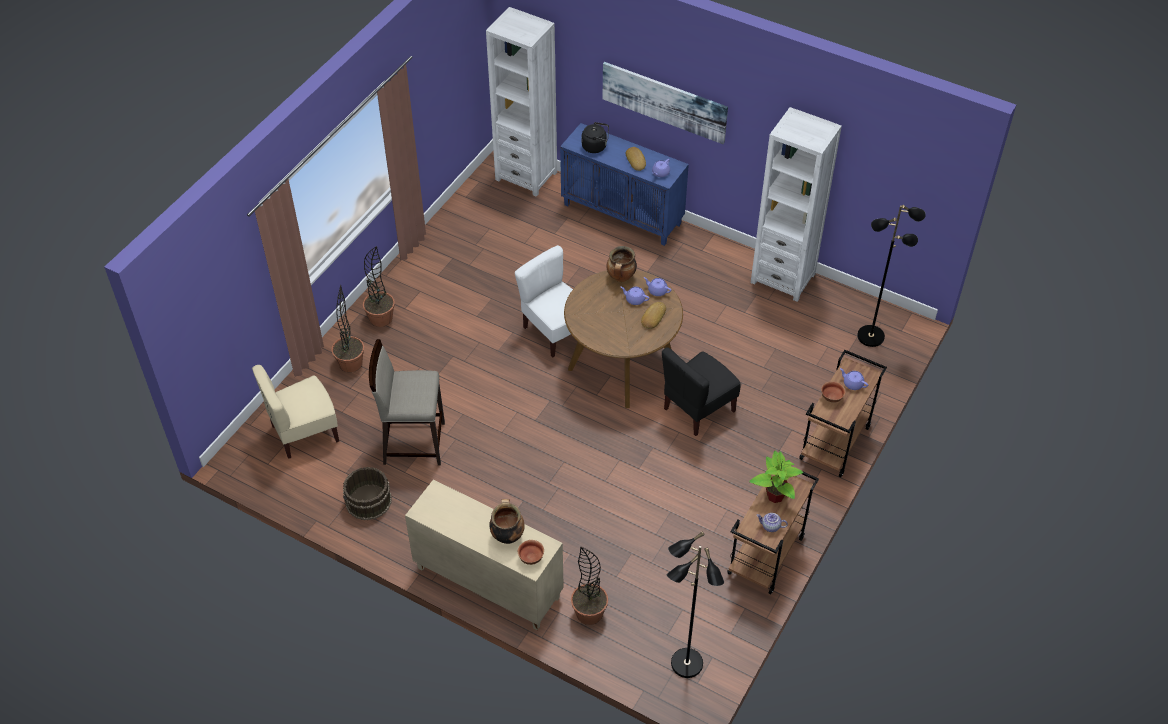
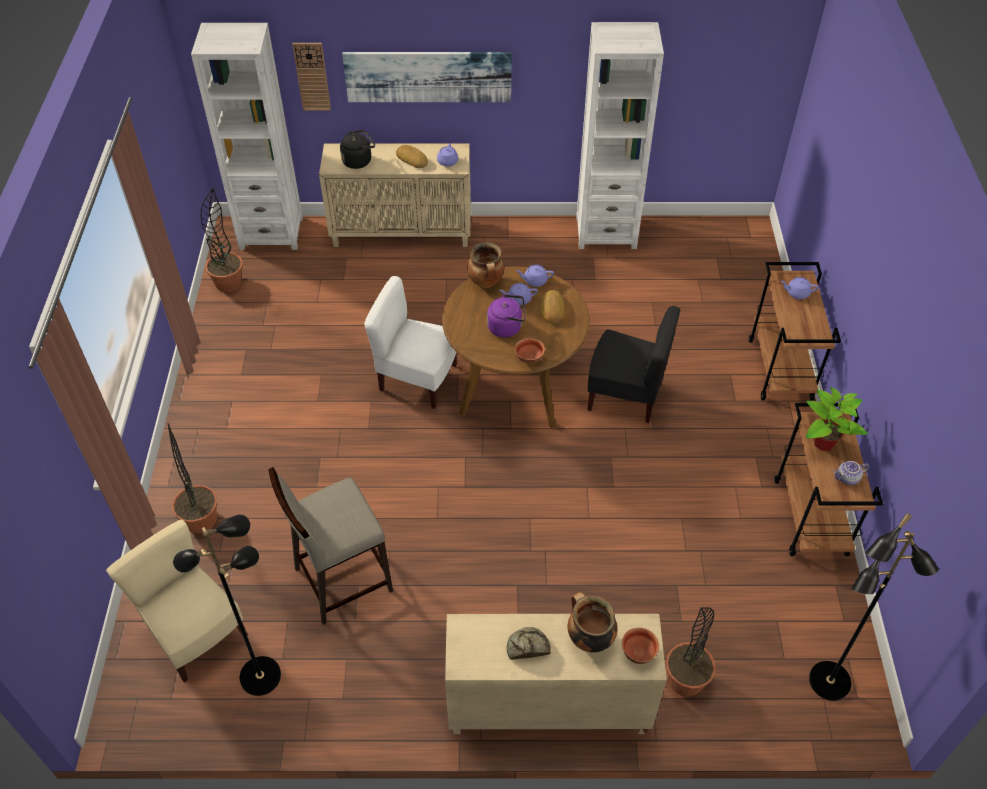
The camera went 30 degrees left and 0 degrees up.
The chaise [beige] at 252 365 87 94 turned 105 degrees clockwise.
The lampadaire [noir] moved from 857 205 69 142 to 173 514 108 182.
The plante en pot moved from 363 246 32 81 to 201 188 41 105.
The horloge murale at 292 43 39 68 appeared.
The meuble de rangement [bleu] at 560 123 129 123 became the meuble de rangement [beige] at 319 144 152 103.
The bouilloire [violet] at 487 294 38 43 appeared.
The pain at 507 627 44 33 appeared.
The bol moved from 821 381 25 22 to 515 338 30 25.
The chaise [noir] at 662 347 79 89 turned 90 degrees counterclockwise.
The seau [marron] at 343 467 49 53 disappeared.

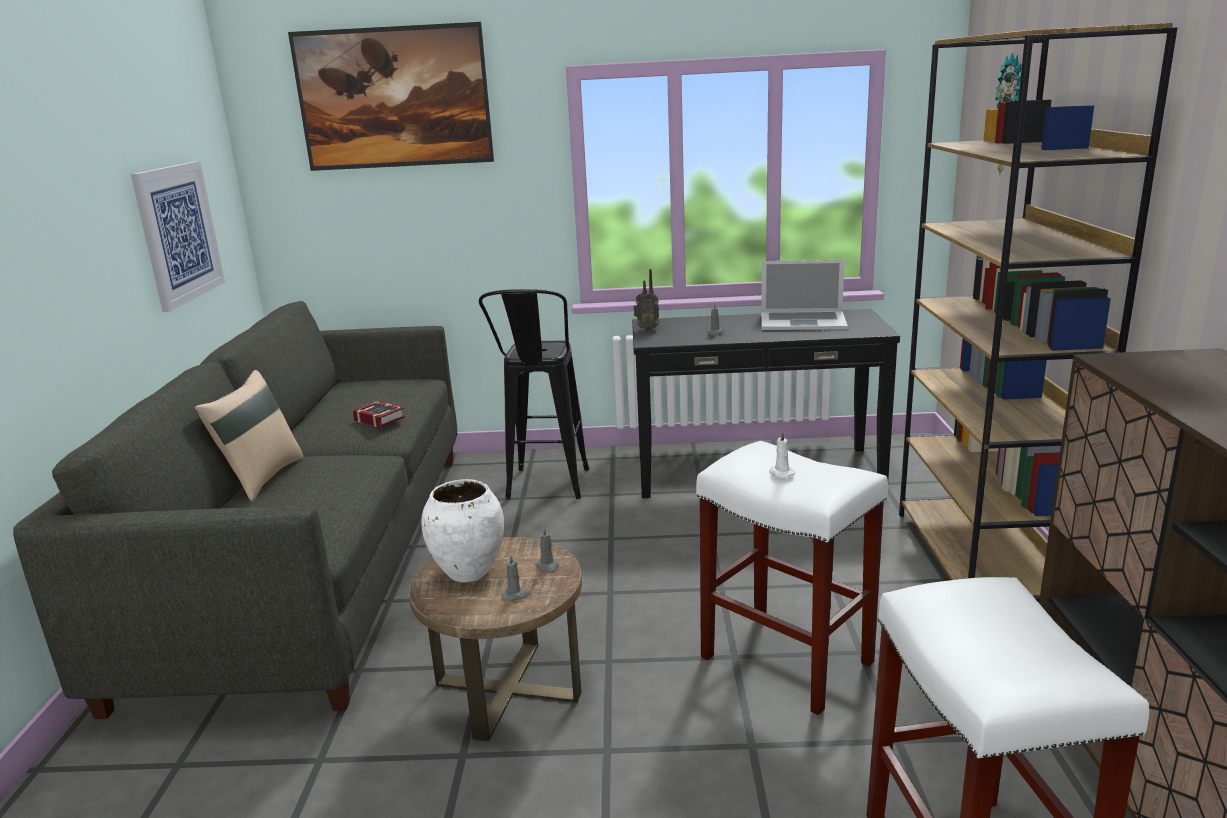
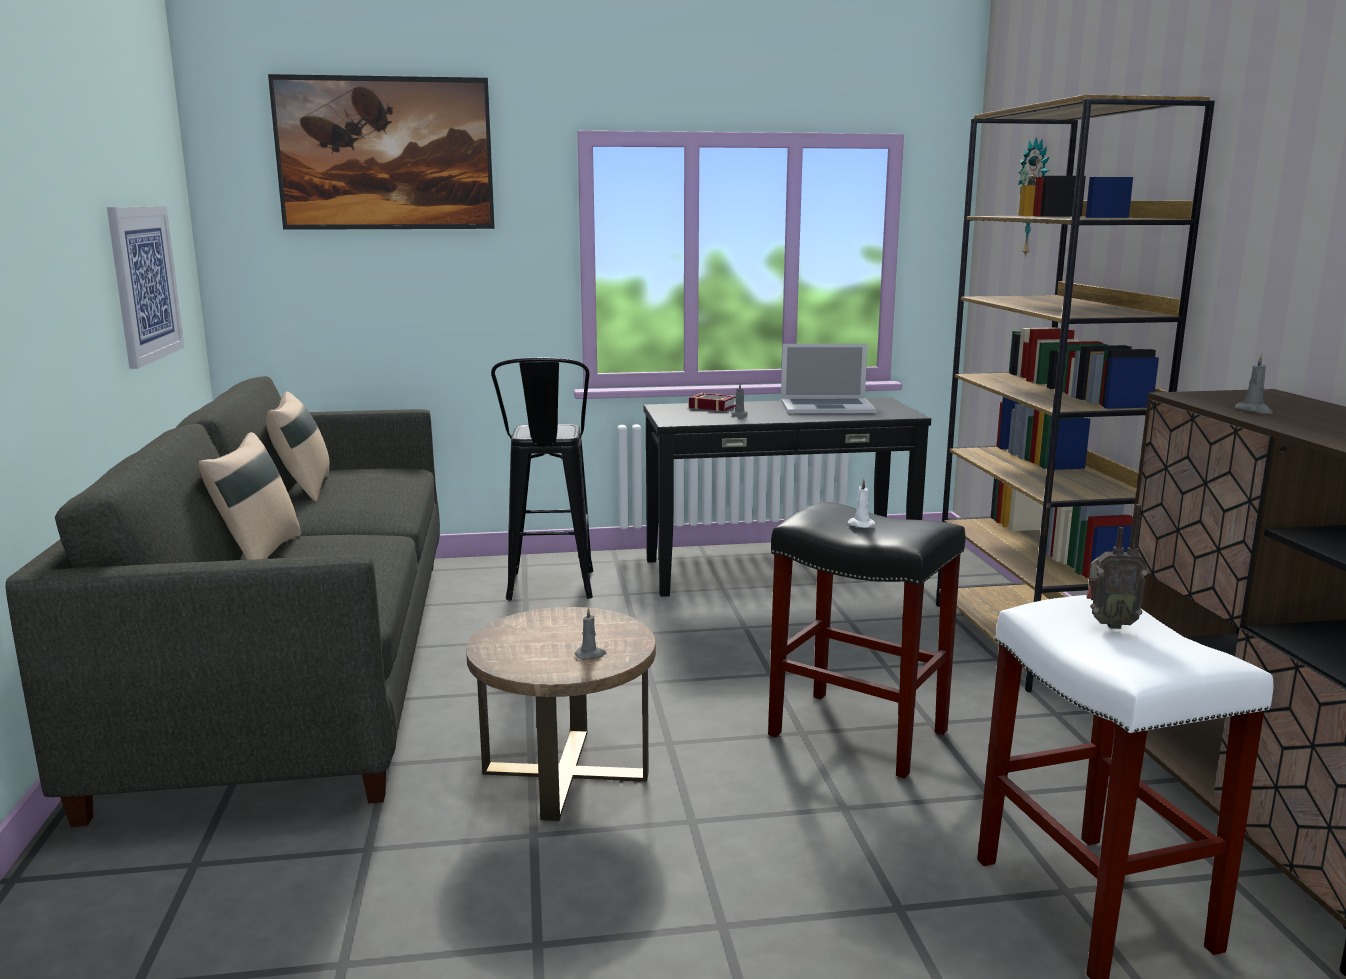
The camera went 10 degrees left and 5 degrees down.
The coussin [beige] at 266 391 63 111 appeared.
The livre moved from 353 401 52 26 to 689 393 47 18.
The tabouret [blanc] at 696 441 192 274 became the tabouret [noir] at 768 502 198 277.
The radio moved from 633 269 26 61 to 1087 504 61 125.
The bougie [gris] moved from 535 527 24 46 to 1235 354 38 60.
The vase [blanc] at 421 479 83 103 disappeared.

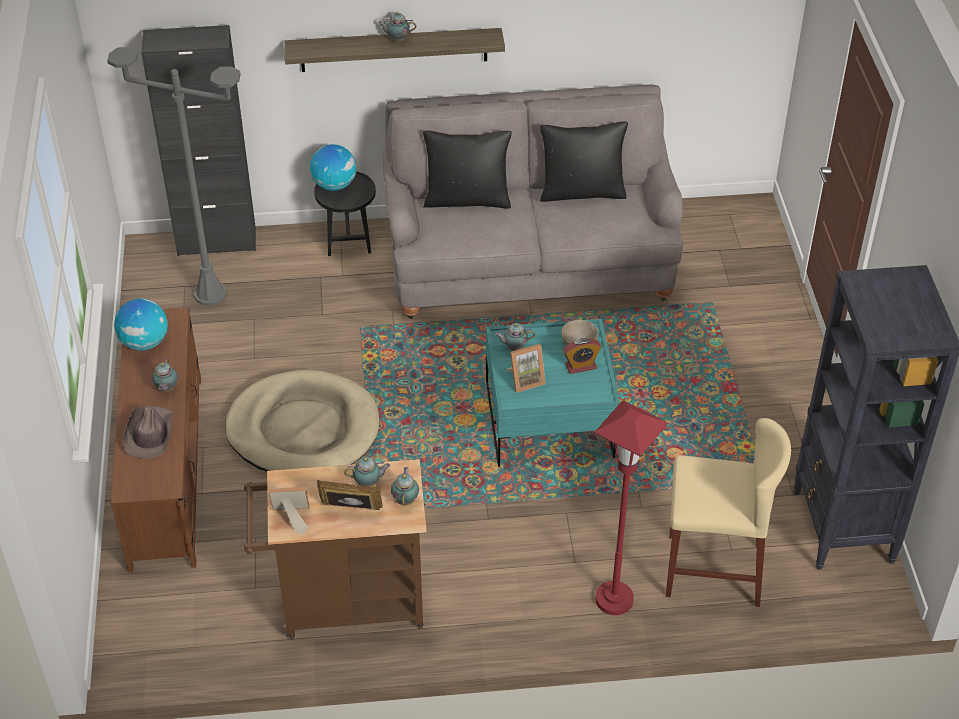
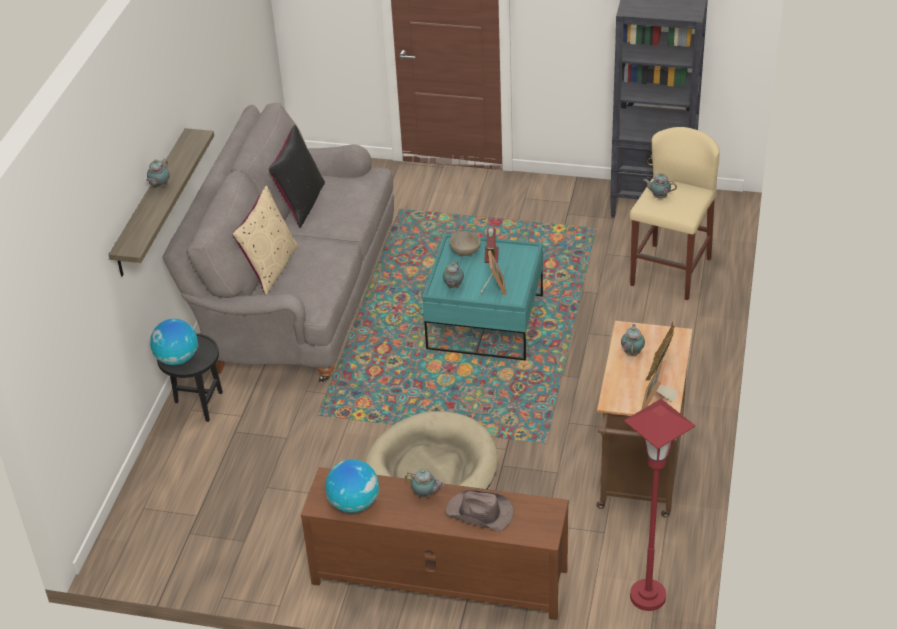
The camera went 70 degrees left and 5 degrees down.
The coussin [noir] at 423 130 89 78 became the coussin [beige] at 233 186 65 109.
The lampadaire [rouge] moved from 594 400 74 215 to 624 399 71 212.
The théière moved from 391 467 28 39 to 643 173 34 25.
The lampadaire [gris] at 107 47 134 259 disappeared.
The meuble de rangement [noir] at 141 25 115 231 disappeared.

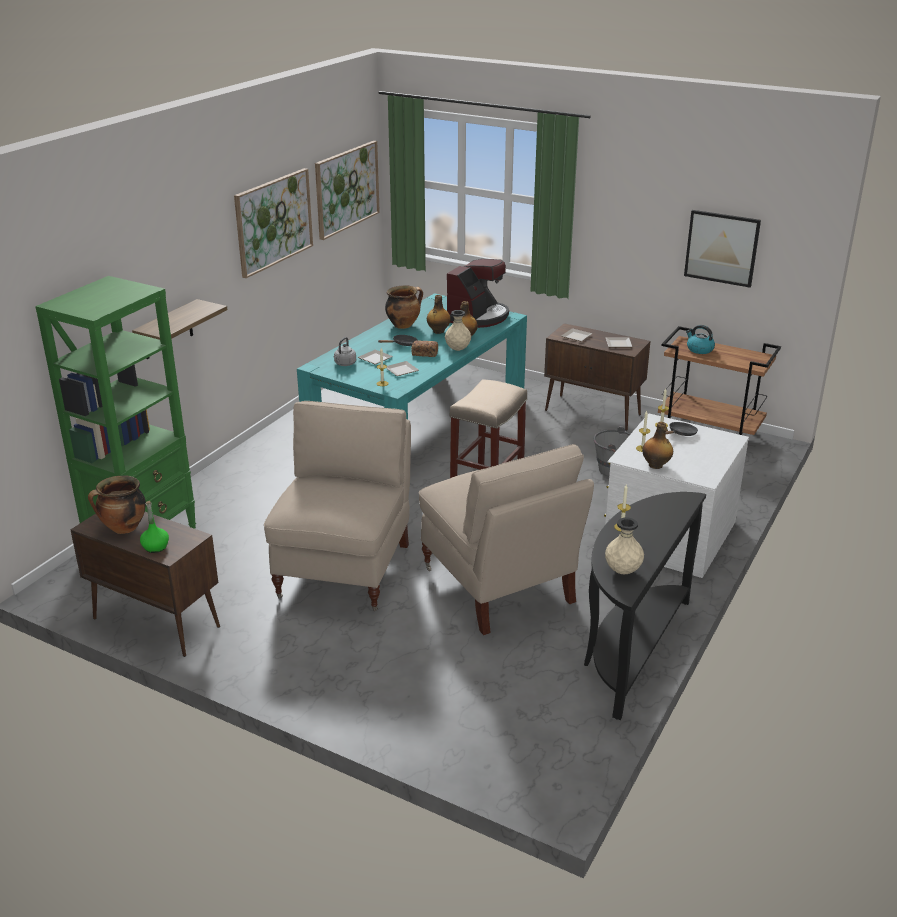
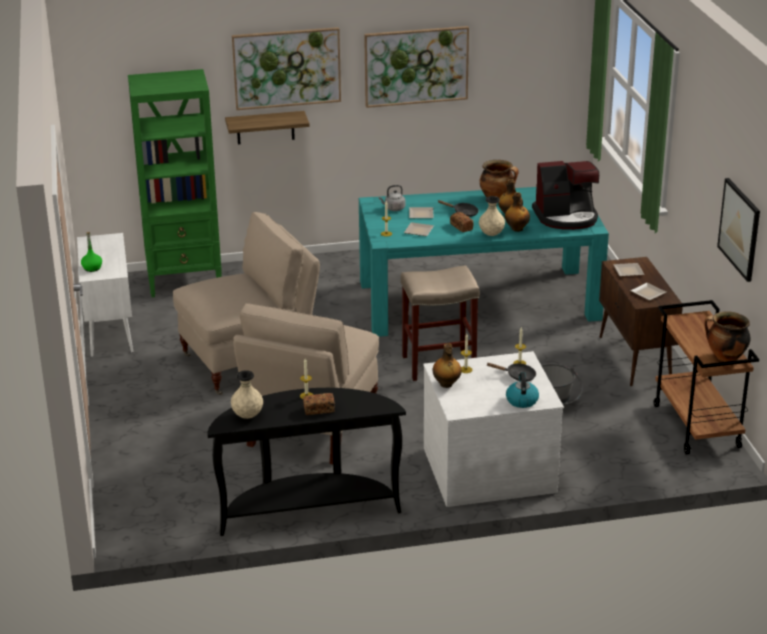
The camera went 50 degrees right and 0 degrees up.
The meuble de rangement [marron] at 71 512 149 145 became the meuble de rangement [blanc] at 77 233 57 124.
The tableau moved from 315 141 65 99 to 232 27 109 83.
The pain at 303 393 32 22 appeared.
The bouilloire moved from 686 325 29 29 to 506 372 33 36.
The marmite moved from 88 476 58 58 to 704 311 47 51.

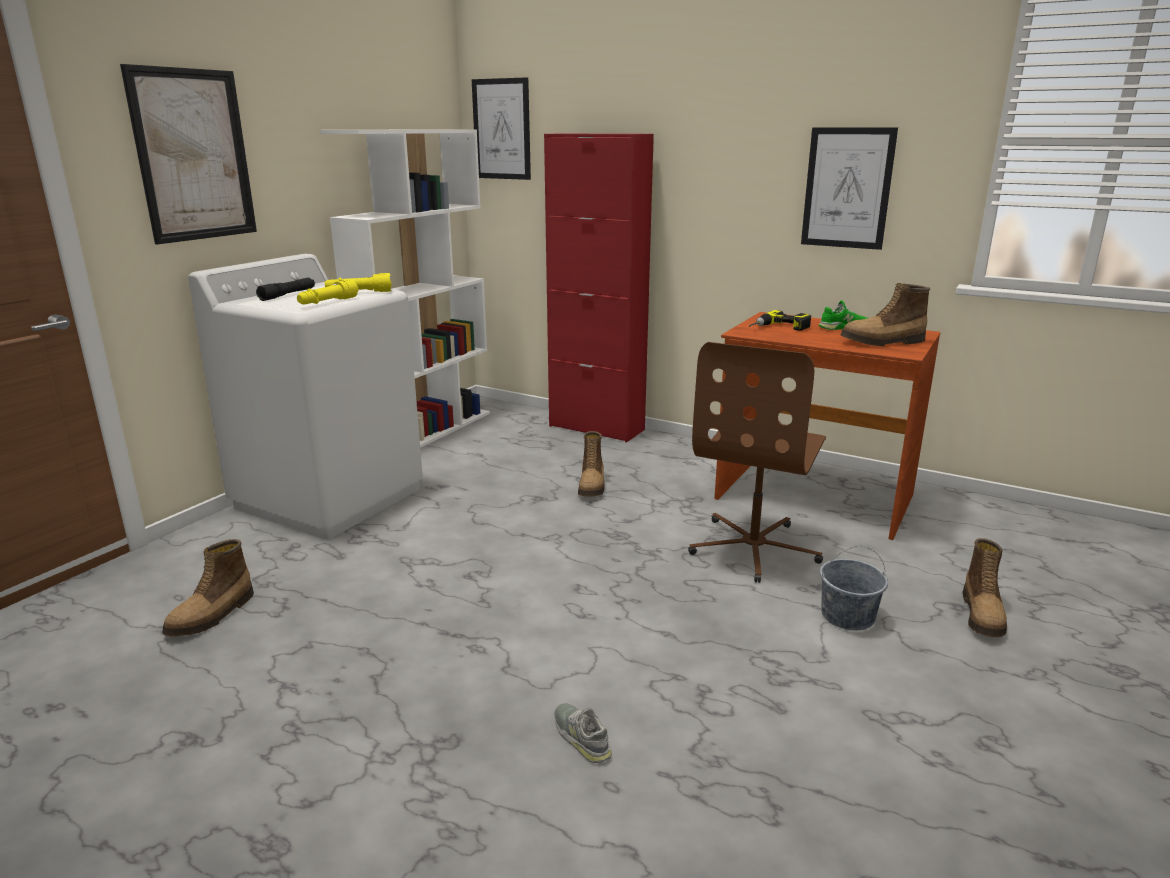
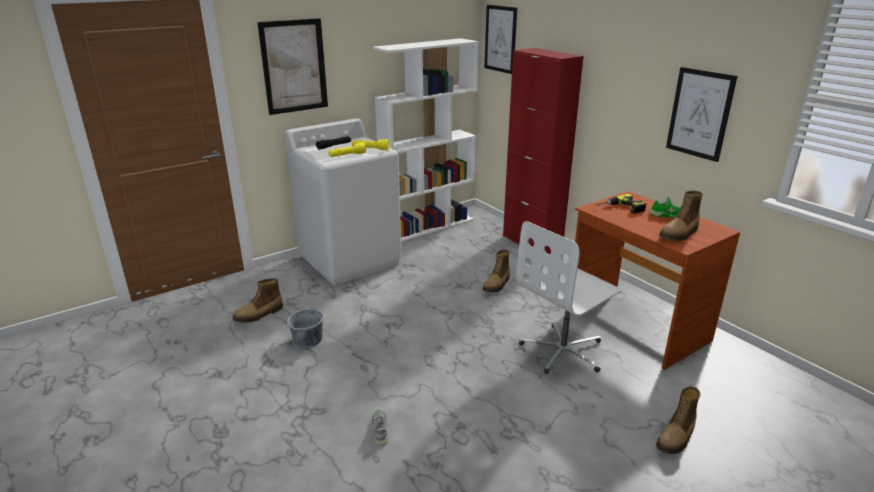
The camera went 25 degrees right and 5 degrees up.
The seau [gris] moved from 820 545 68 85 to 287 303 37 45.
The chaise de bureau [marron] at 688 342 138 241 became the chaise de bureau [blanc] at 516 221 106 153.
The botte at 840 283 90 63 turned 60 degrees counterclockwise.

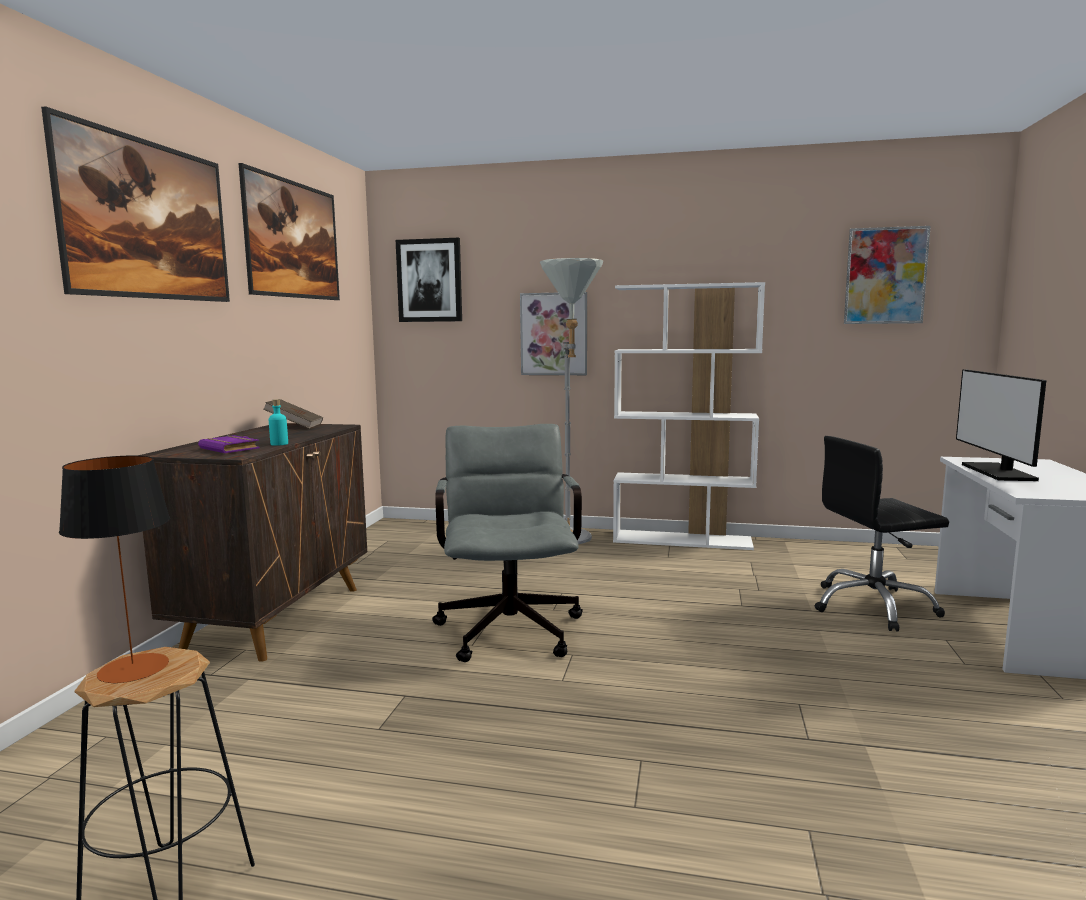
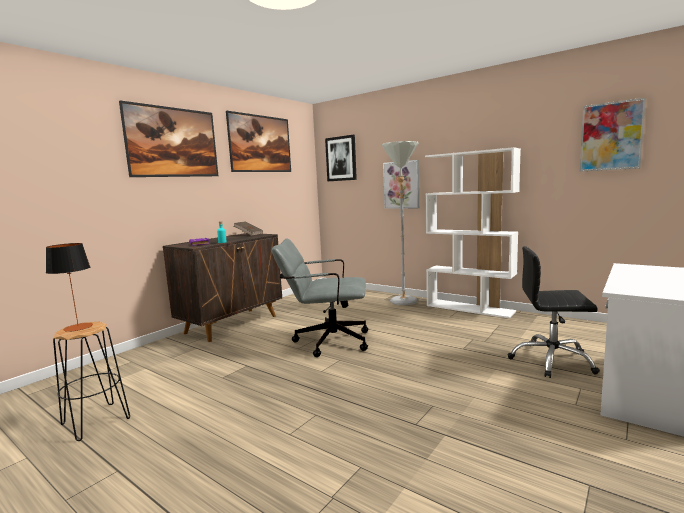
The camera went 25 degrees right and 0 degrees up.
The chaise de bureau [gris] at 432 424 151 238 turned 105 degrees counterclockwise.
The écran d'ordinateur at 956 369 90 112 disappeared.

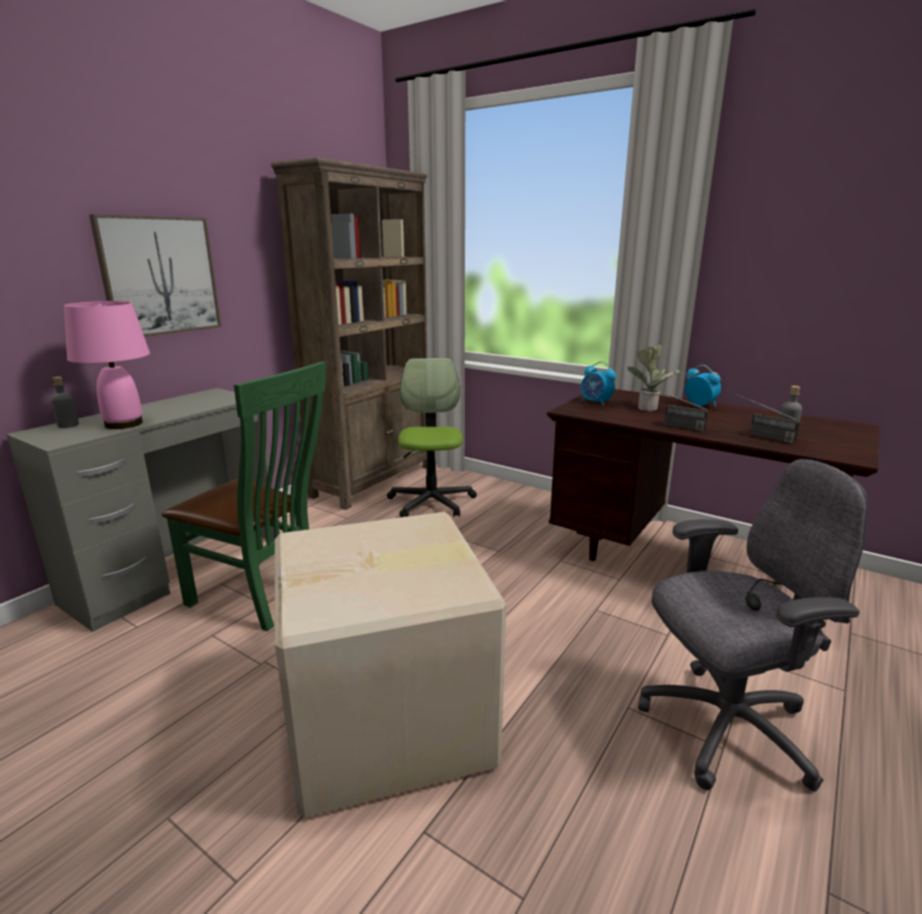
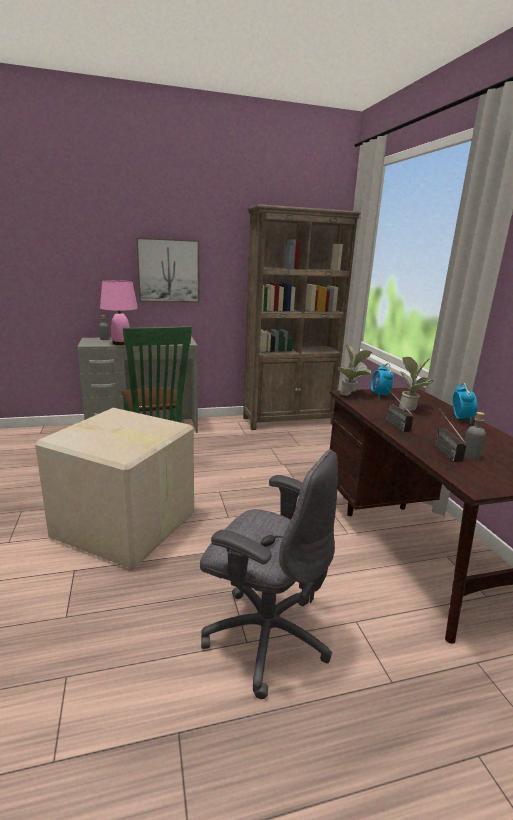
The camera went 40 degrees right and 0 degrees up.
The plante en pot at 338 345 34 51 appeared.
The chaise de bureau at 387 358 90 159 disappeared.

